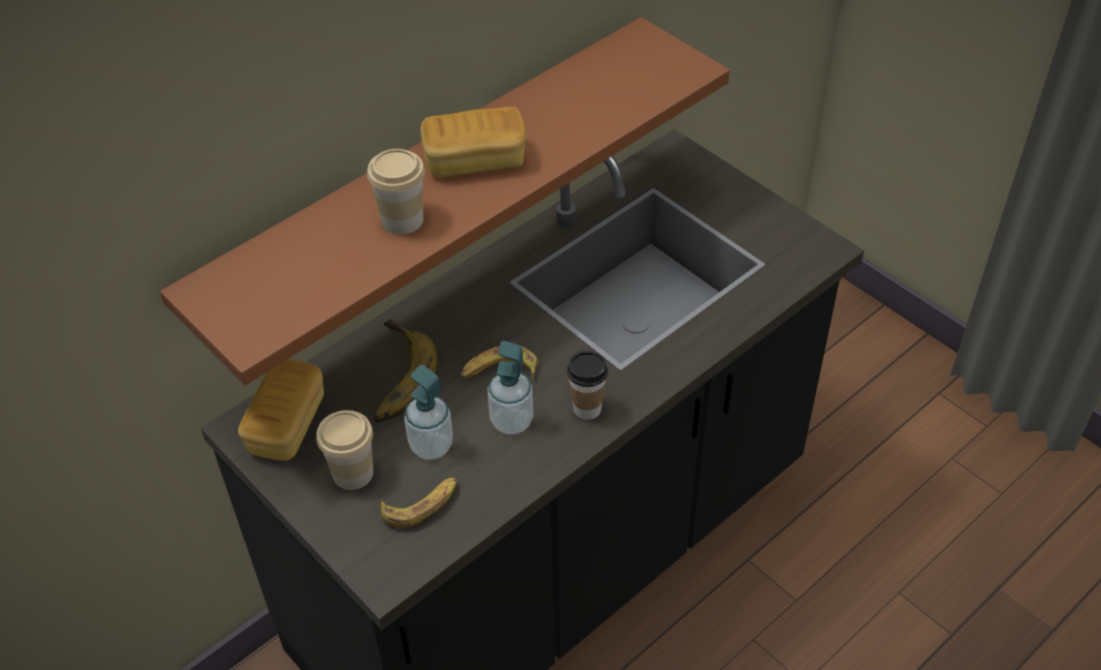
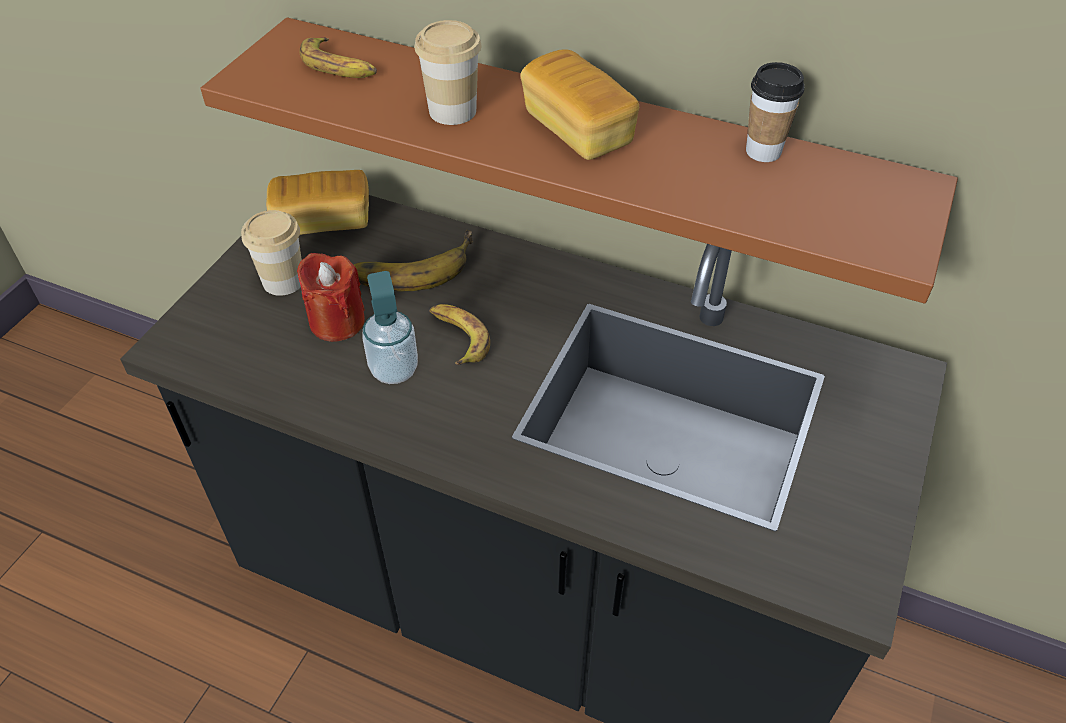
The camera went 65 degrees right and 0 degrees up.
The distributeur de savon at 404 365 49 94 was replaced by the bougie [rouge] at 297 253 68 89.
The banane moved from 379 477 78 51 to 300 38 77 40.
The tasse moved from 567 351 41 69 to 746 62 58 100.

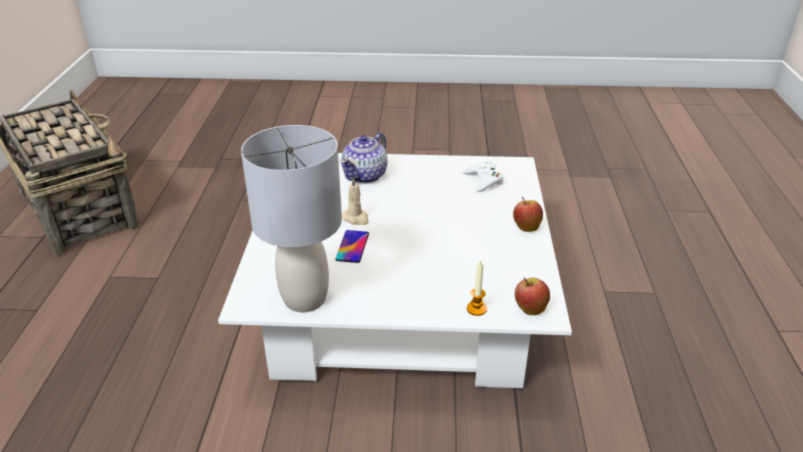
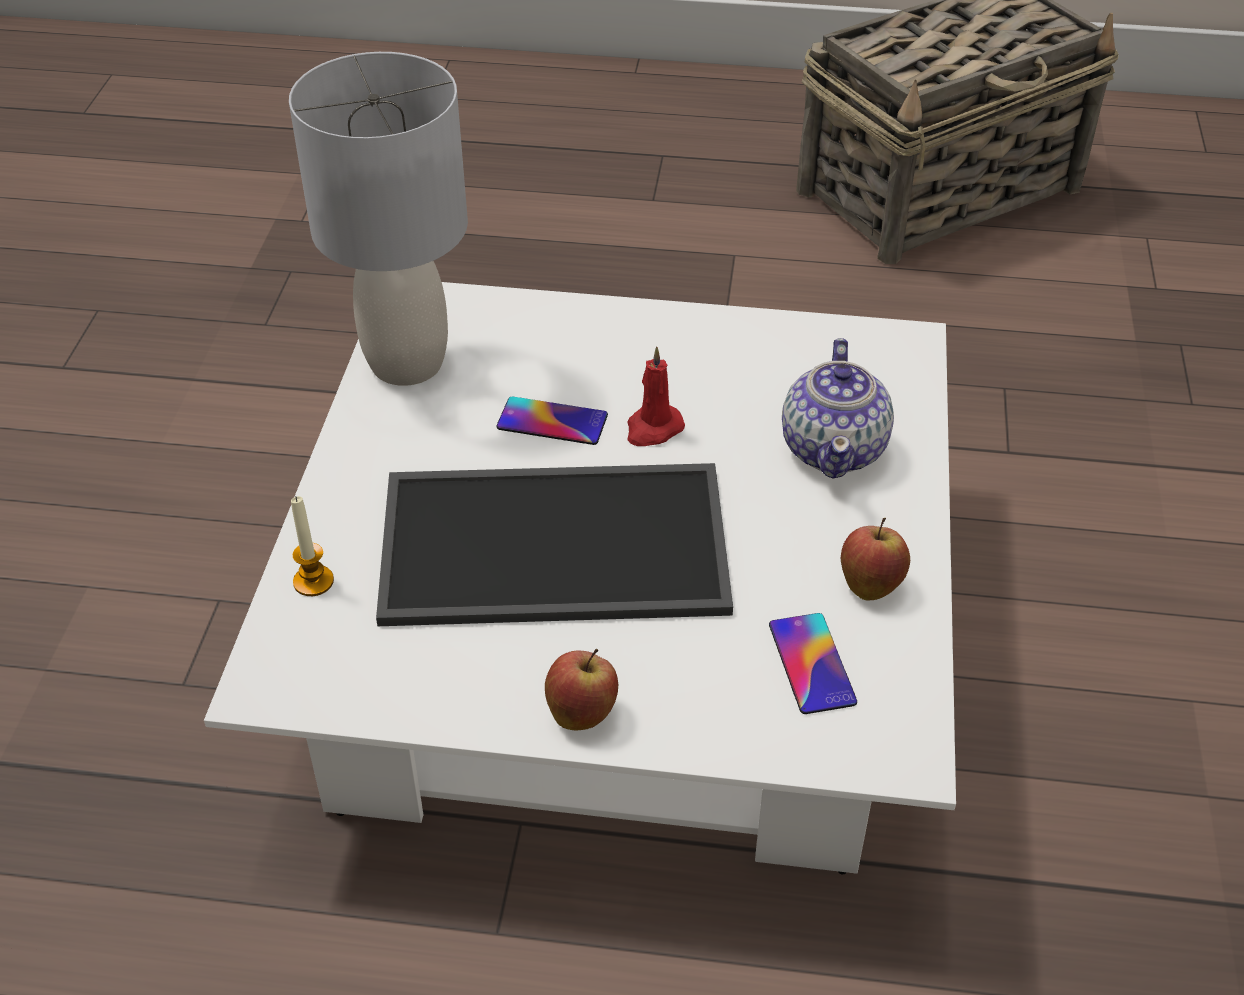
The camera went 95 degrees right and 10 degrees up.
The plateau at 376 463 357 163 appeared.
The bougie [beige] at 342 176 27 49 became the bougie [rouge] at 627 346 58 100.
The manette [blanc] at 463 160 41 32 was replaced by the téléphone at 769 613 88 101.
The théière at 340 132 48 52 turned 120 degrees counterclockwise.
The pomme moved from 515 277 35 38 to 841 518 69 83.

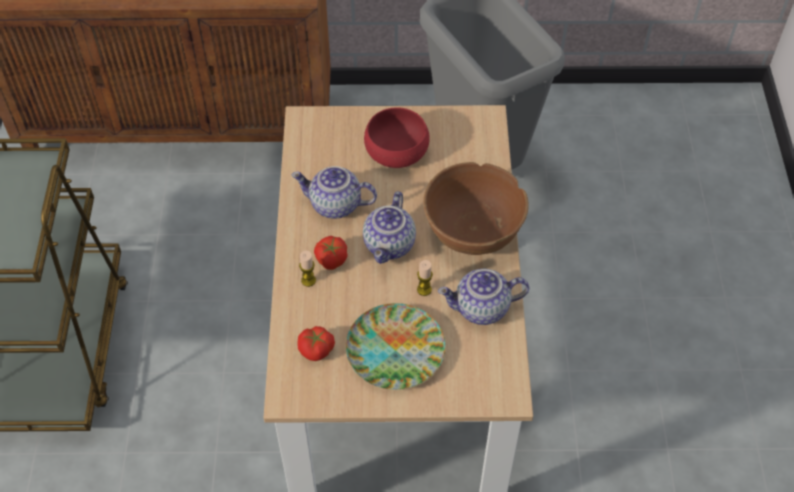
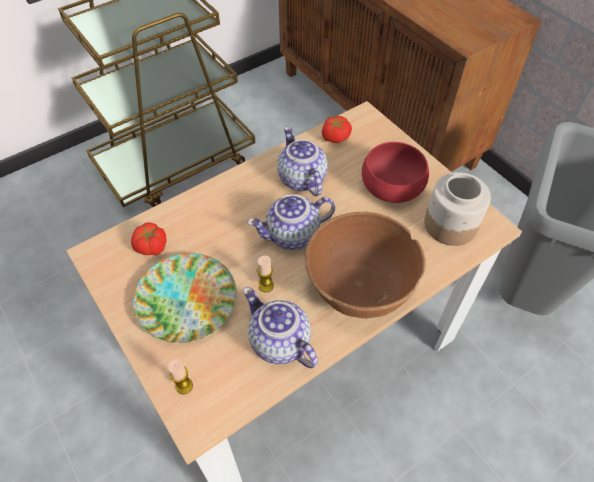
The camera went 55 degrees right and 0 degrees up.
The bougie moved from 299 251 17 36 to 168 359 25 35.
The tomate moved from 314 236 34 34 to 322 116 30 27.
The bocal at 424 172 67 74 appeared.

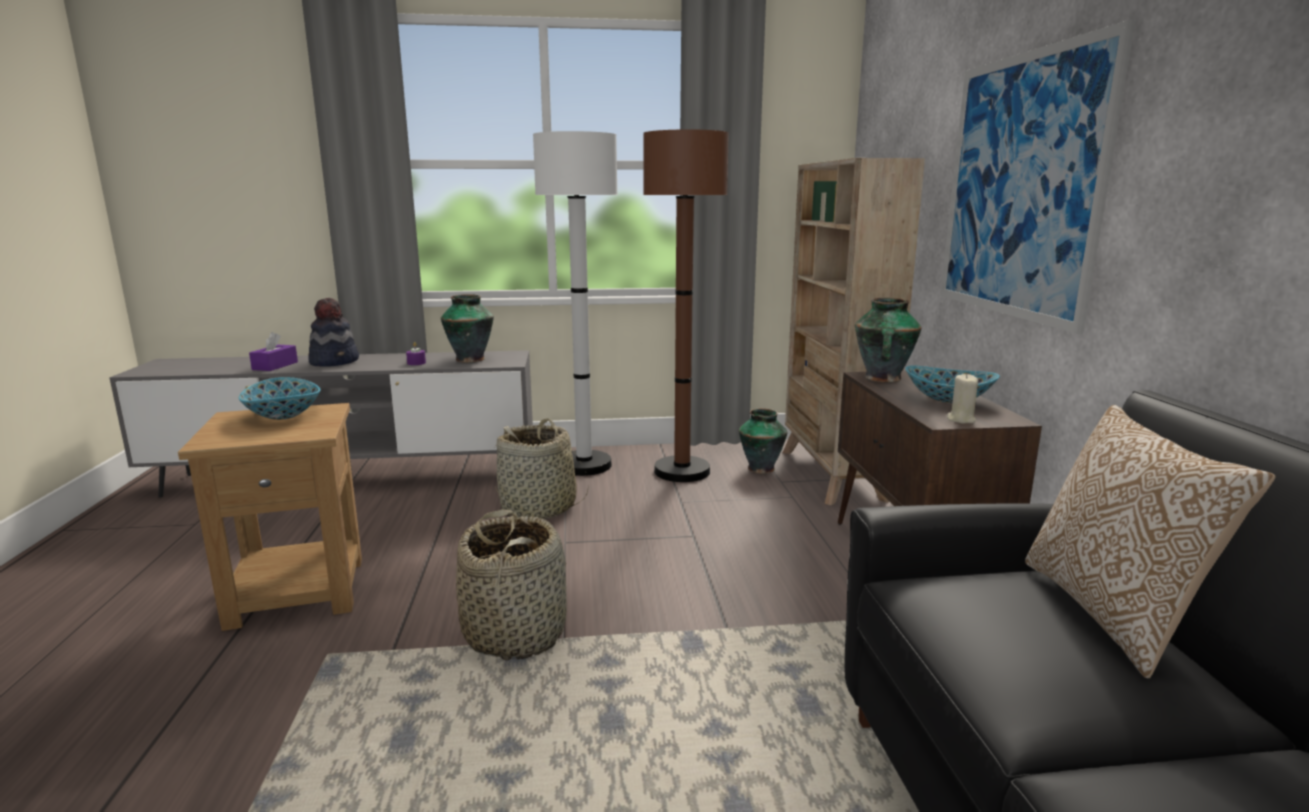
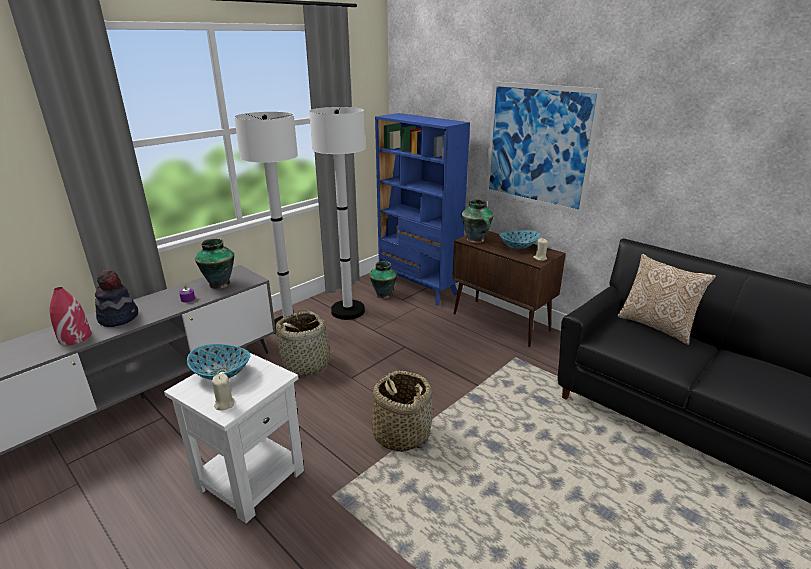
The camera went 40 degrees left and 10 degrees up.
The boîte à mouchoirs [violet] at 249 332 49 39 was replaced by the vase [rouge] at 49 287 42 58.
The table d'appoint [marron] at 178 403 184 228 became the table d'appoint [blanc] at 164 353 140 170.
The bougie [beige] at 212 374 23 37 appeared.
The lampadaire [marron] at 643 129 86 353 became the lampadaire [blanc] at 309 107 56 213.
The bibliothèque [beige] at 783 158 142 347 became the bibliothèque [bleu] at 375 113 95 193.

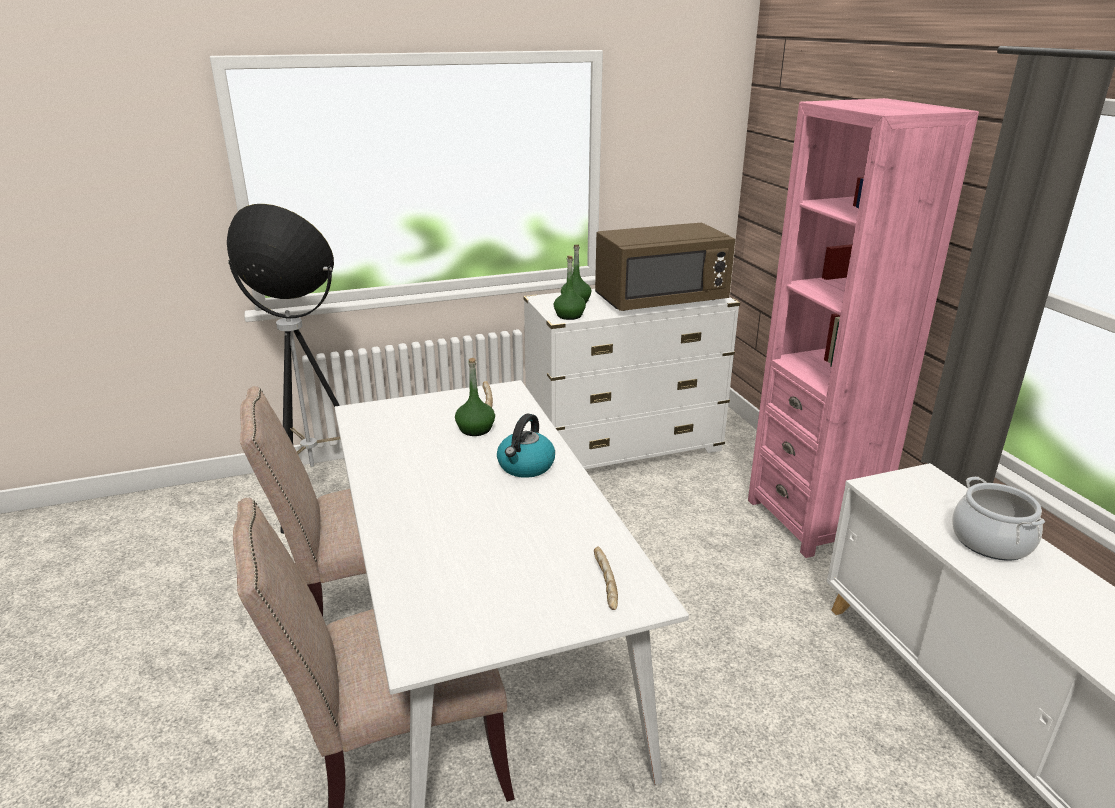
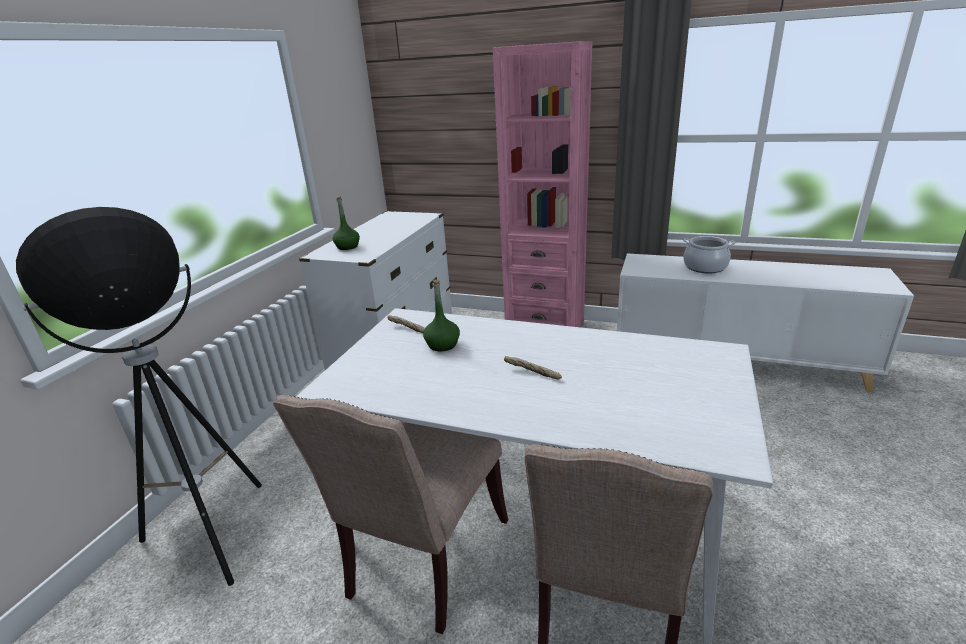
The camera went 50 degrees left and 0 degrees up.
The pain moved from 594 546 24 64 to 504 356 58 23.
The bouilloire at 497 414 58 64 disappeared.
The bouteille [vert] at 554 256 32 64 disappeared.
The micro-ondes [marron] at 595 223 140 88 disappeared.

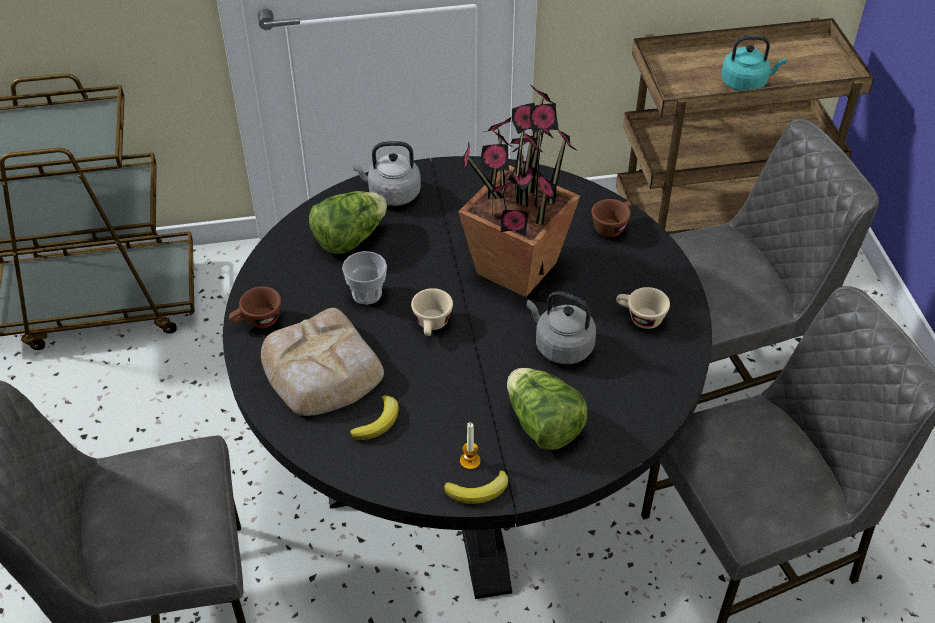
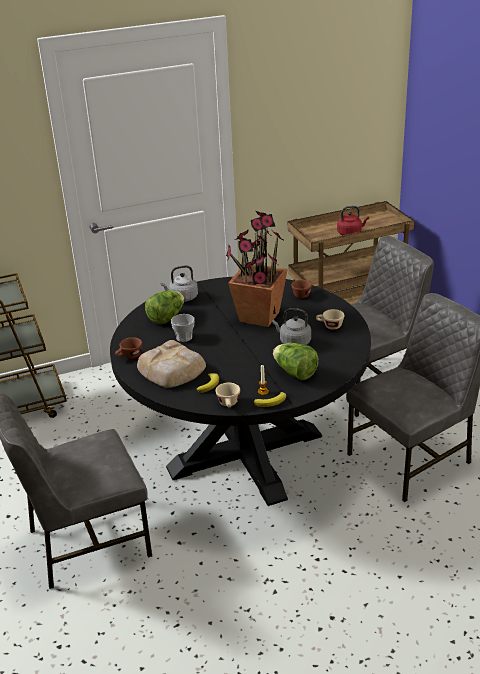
The camera went 10 degrees left and 15 degrees down.
The tasse [beige] moved from 411 288 42 48 to 215 383 25 25.
The bouilloire [turquoise] at 721 35 65 56 became the bouilloire [rouge] at 337 206 32 29.

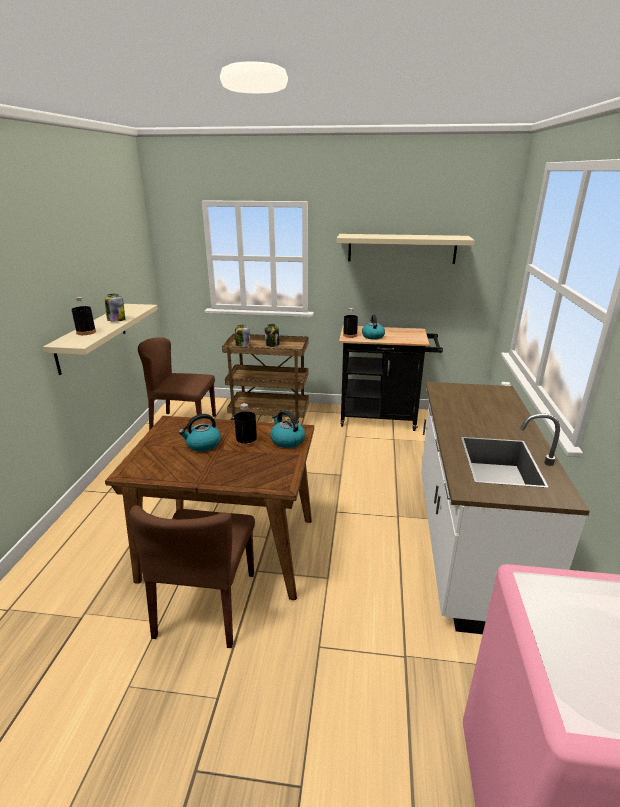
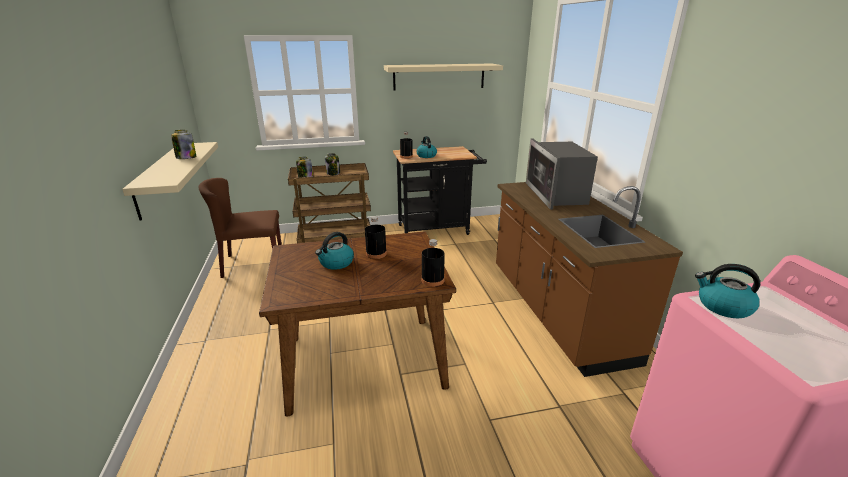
The camera went 20 degrees left and 0 degrees up.
The bouteille [noir] moved from 71 297 25 38 to 421 239 24 48.
The comptoir de cuisine [blanc] at 421 382 169 252 became the comptoir de cuisine [marron] at 496 182 187 195.
The micro-ondes at 526 138 72 72 appeared.
The bouilloire moved from 271 410 34 38 to 695 264 65 54.
The chaise [marron] at 129 505 126 143 disappeared.

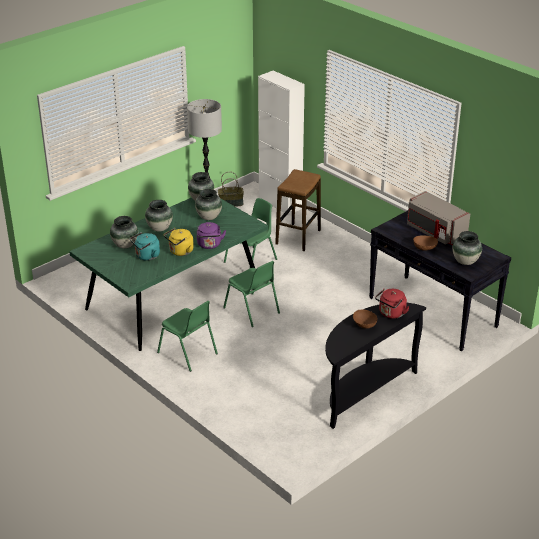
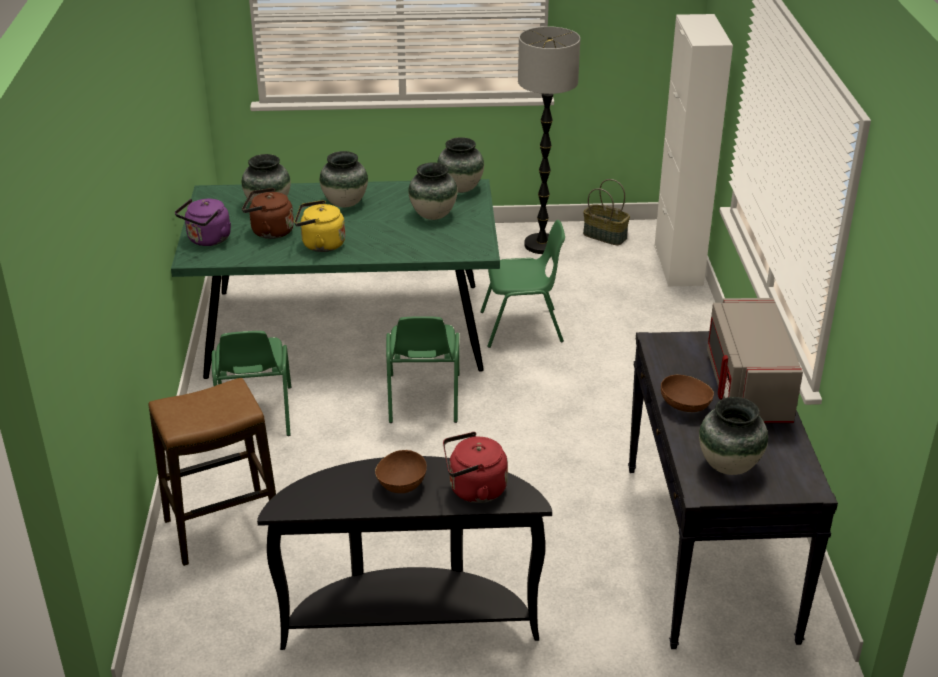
The camera went 40 degrees right and 0 degrees up.
The tabouret moved from 275 169 46 82 to 148 378 128 188.
The bouilloire [violet] moved from 197 222 29 27 to 175 199 56 47.
The bouilloire [turquoise] at 130 232 30 29 became the bouilloire [marron] at 242 188 52 51.

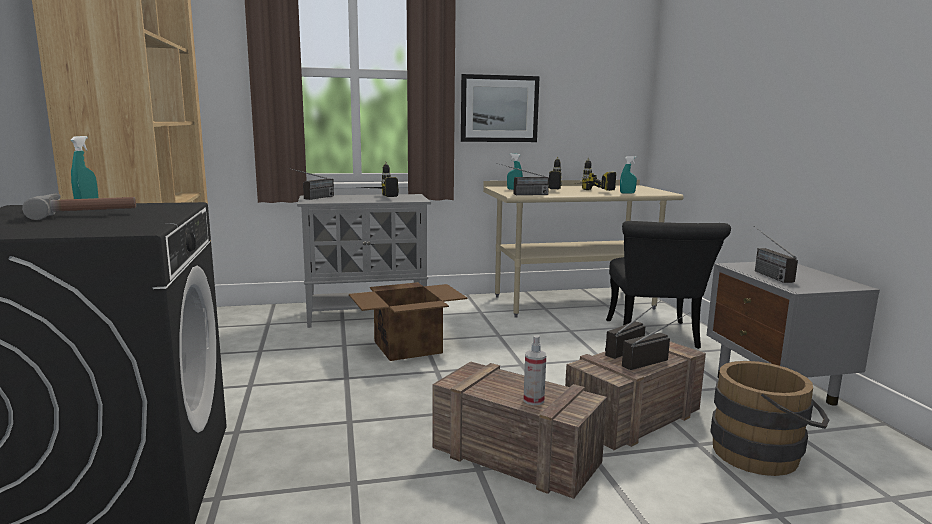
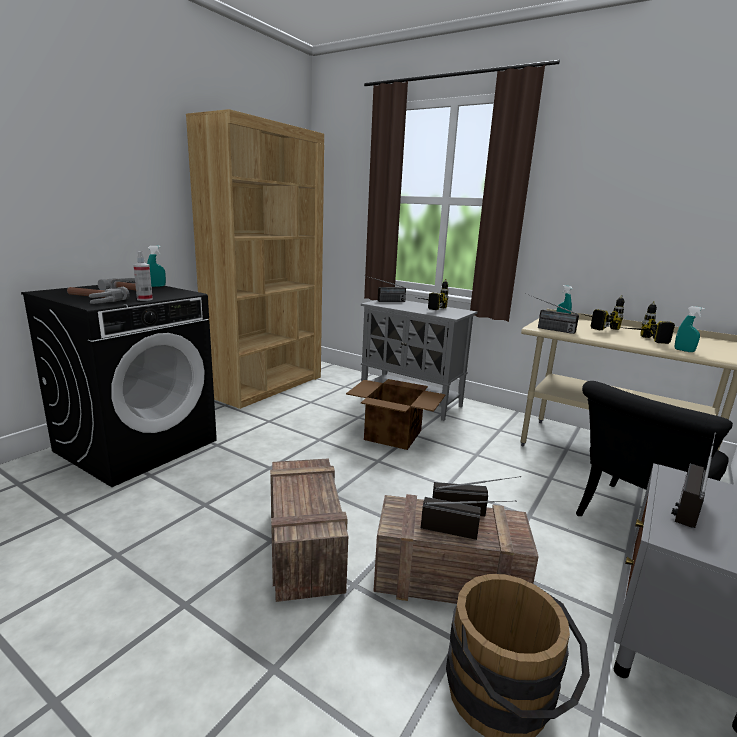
The camera went 45 degrees right and 5 degrees up.
The marteau at 67 287 63 17 appeared.
The vaporisateur moved from 524 335 22 70 to 133 251 20 50.
The tableau at 461 74 79 68 disappeared.

